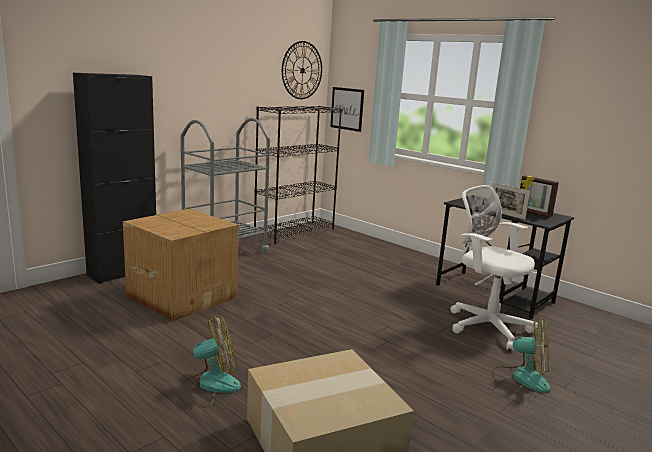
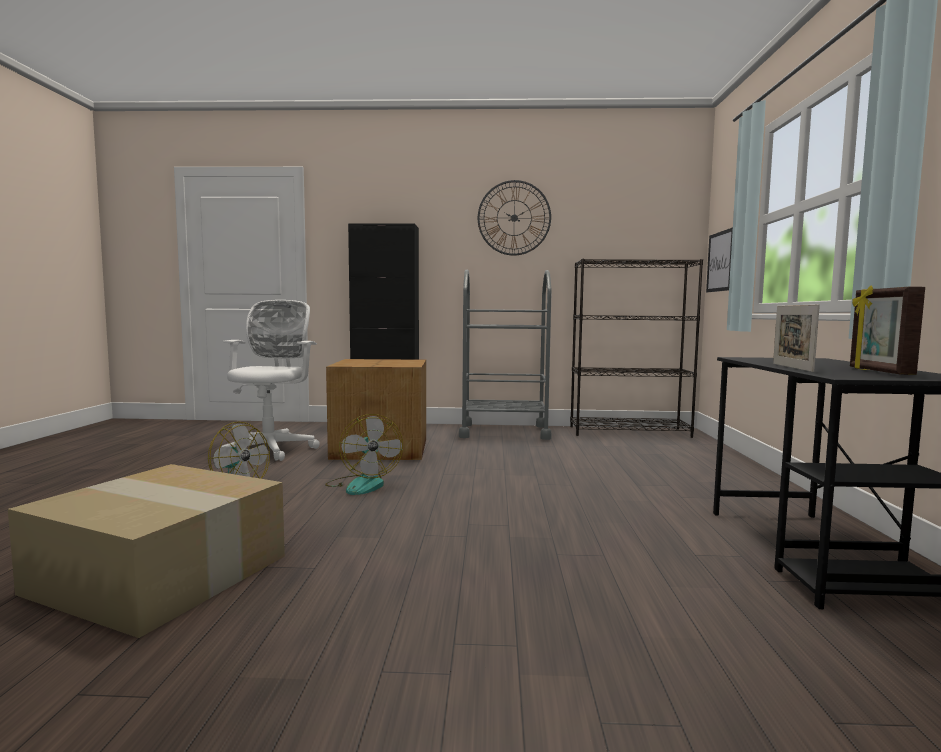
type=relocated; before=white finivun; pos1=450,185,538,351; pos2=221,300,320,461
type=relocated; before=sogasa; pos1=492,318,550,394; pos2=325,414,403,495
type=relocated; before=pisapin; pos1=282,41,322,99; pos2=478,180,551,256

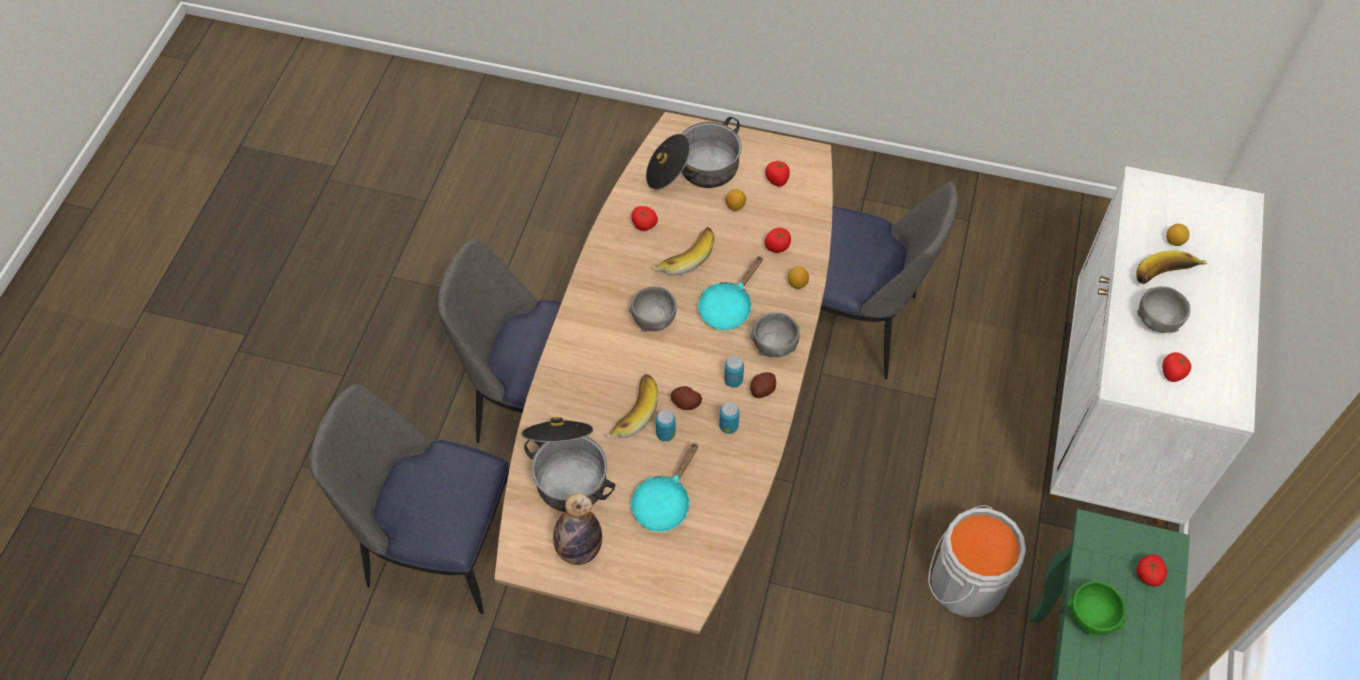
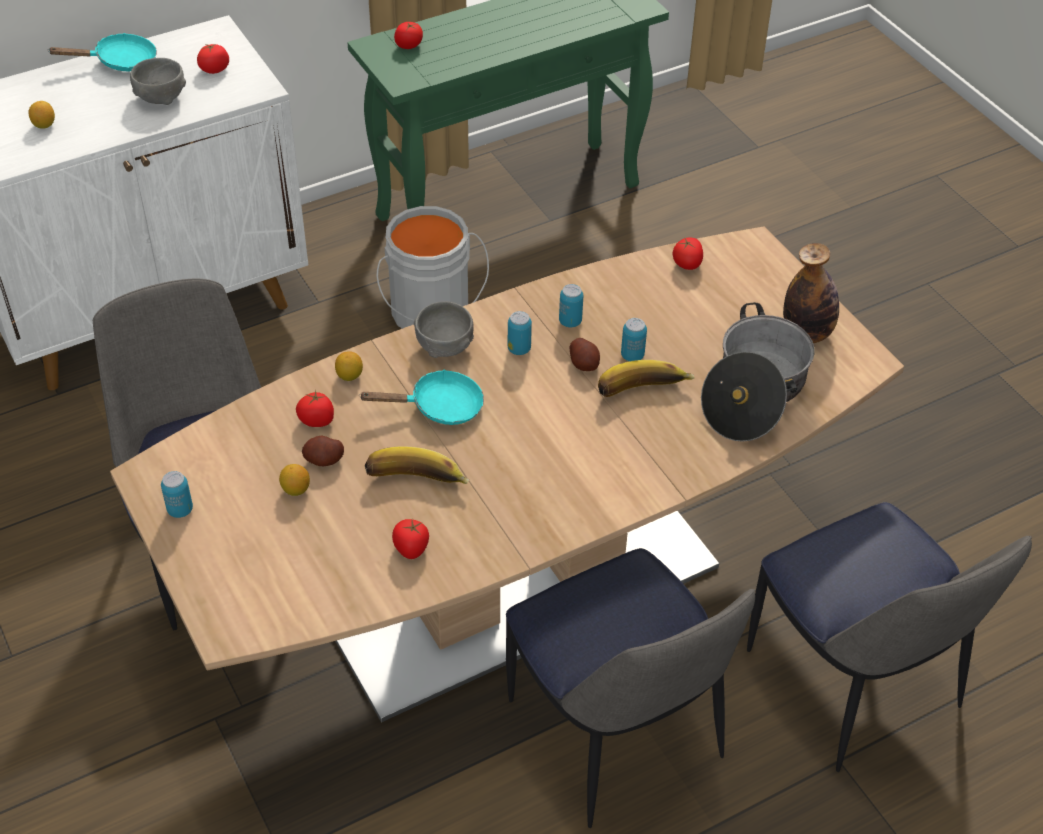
type=relocated; before=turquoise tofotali; pos1=631,443,698,532; pos2=48,33,157,71
type=appeared; after=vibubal; pos2=161,471,193,518
type=relocated; before=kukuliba; pos1=750,372,776,398; pos2=302,436,344,466
type=relocated; before=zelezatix; pos1=765,161,790,187; pos2=673,237,703,270
type=missing; before=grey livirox; pos1=629,286,677,332
type=missing; before=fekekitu; pos1=646,117,742,190
type=missing; before=green livirox; pos1=1068,581,1126,636
type=missing; before=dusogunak; pos1=1136,250,1208,284

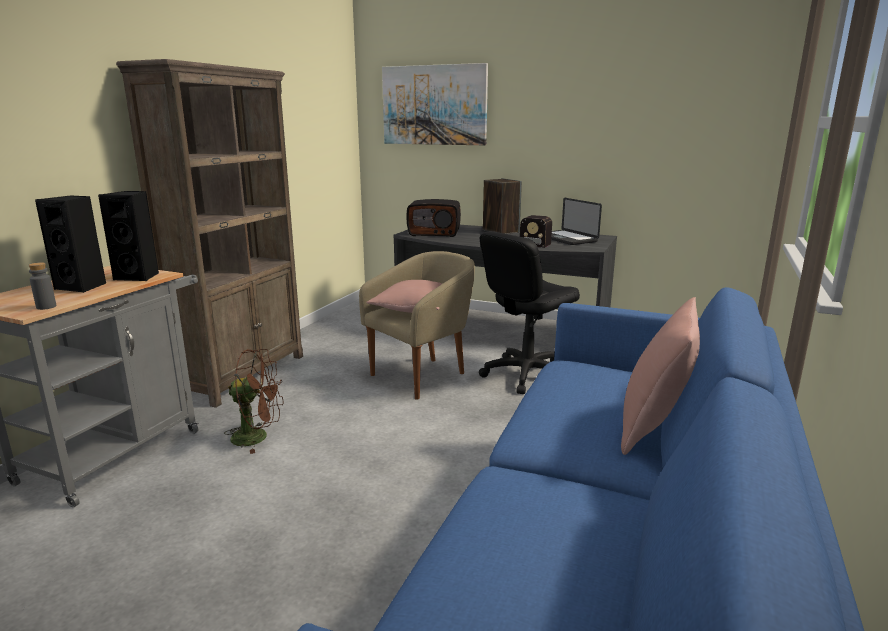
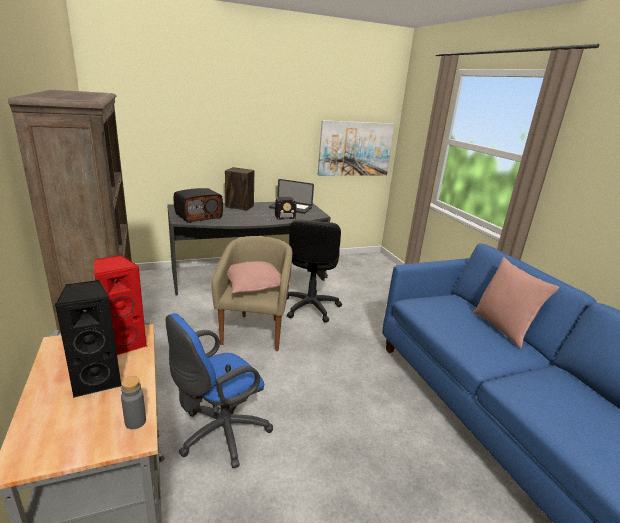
type=colour; before=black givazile; after=red givazile; pos1=98,191,159,281; pos2=94,255,147,355
type=exchanged; before=brown sogasa; after=blue finivun; pos1=224,349,284,454; pos2=166,313,273,468
type=relocated; before=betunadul; pos1=382,63,488,145; pos2=318,120,394,176

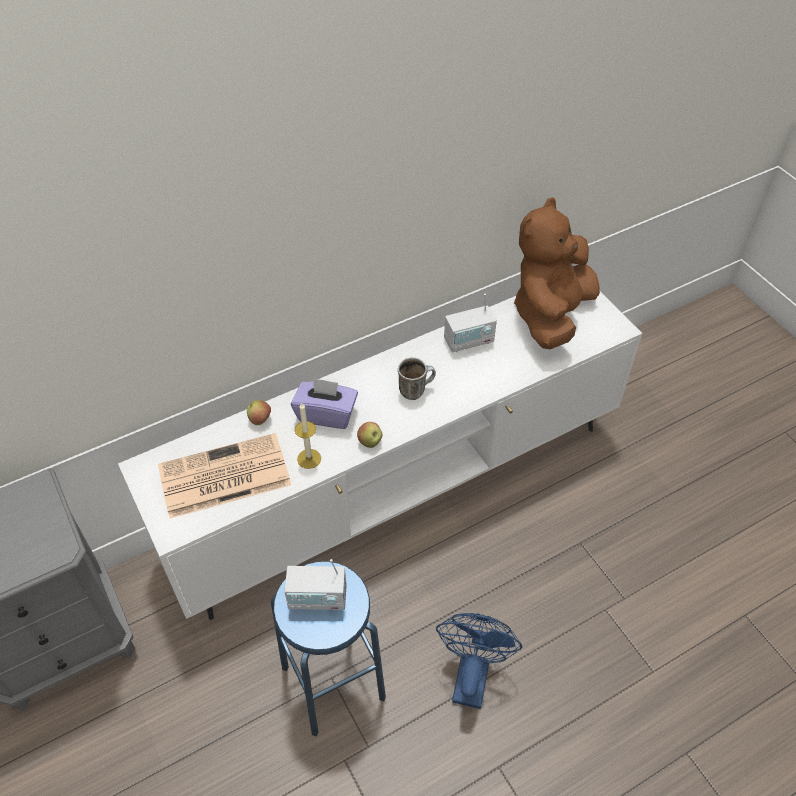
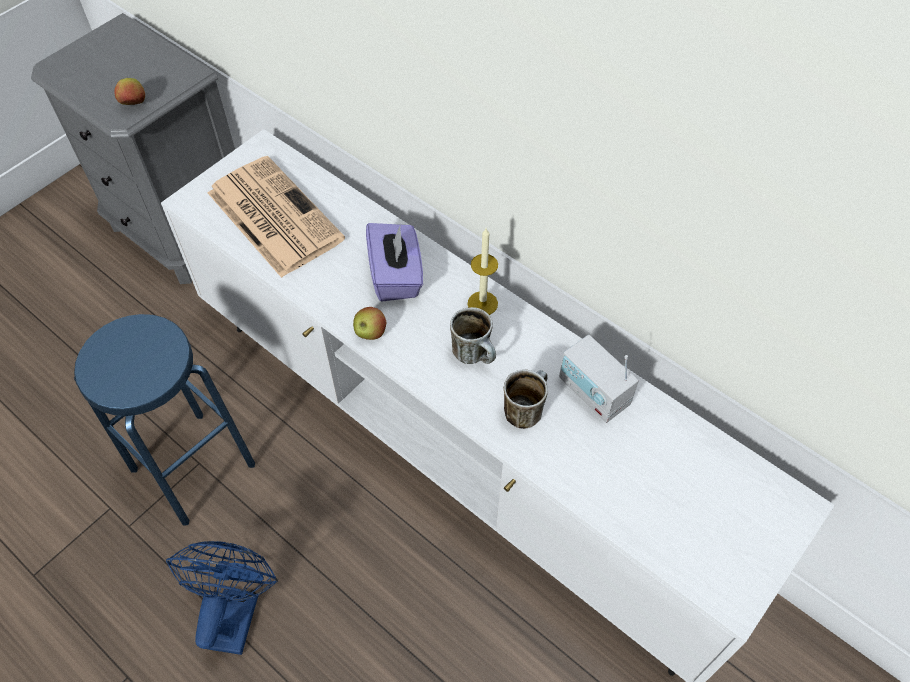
type=relocated; before=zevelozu; pos1=247,400,271,425; pos2=114,78,145,105
type=spun; before=blue sogasa; pos1=436,613,522,709; pos2=166,541,278,655; turn=-75
type=relocated; before=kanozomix; pos1=295,402,321,469; pos2=468,228,498,315
type=appeared; after=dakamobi; pos2=504,369,548,429
type=missing; before=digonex; pos1=284,559,347,610
type=missing; before=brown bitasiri; pos1=514,197,600,349

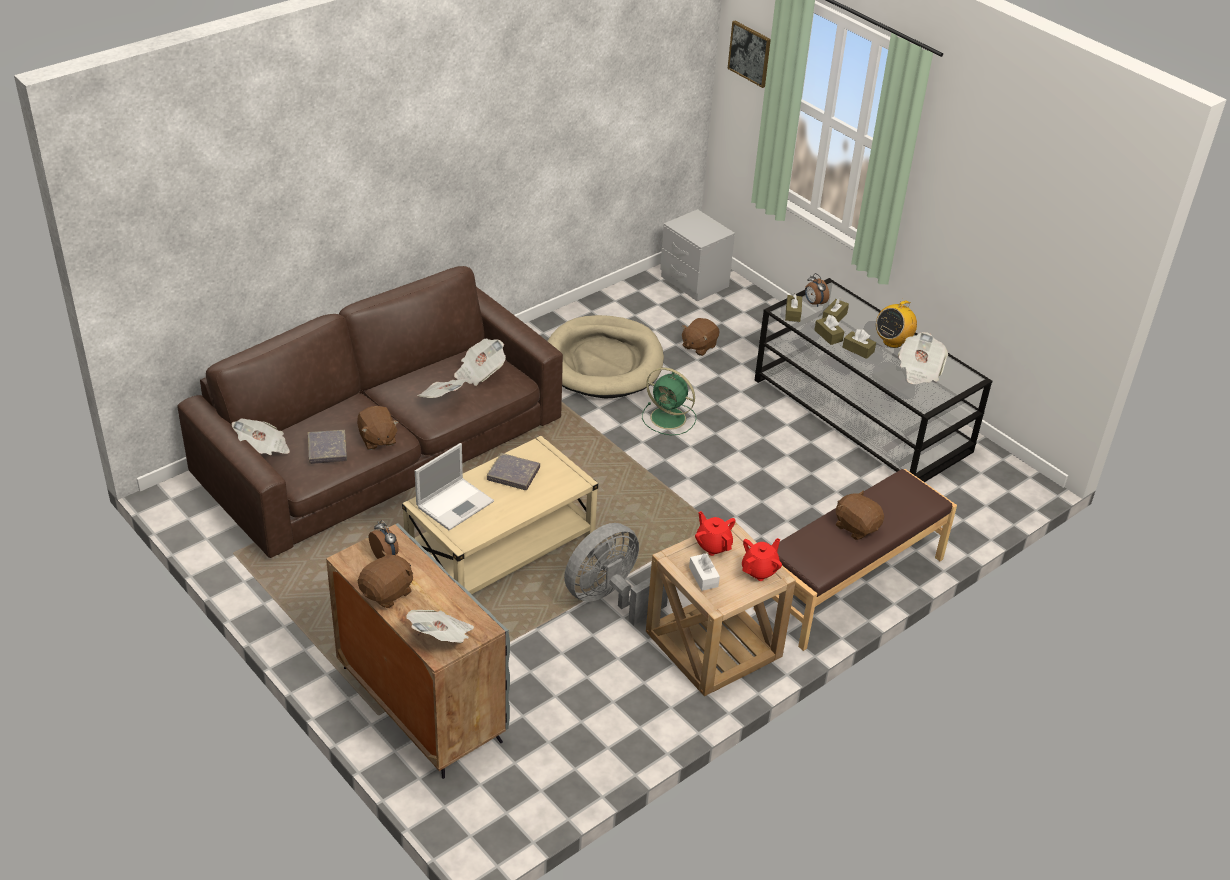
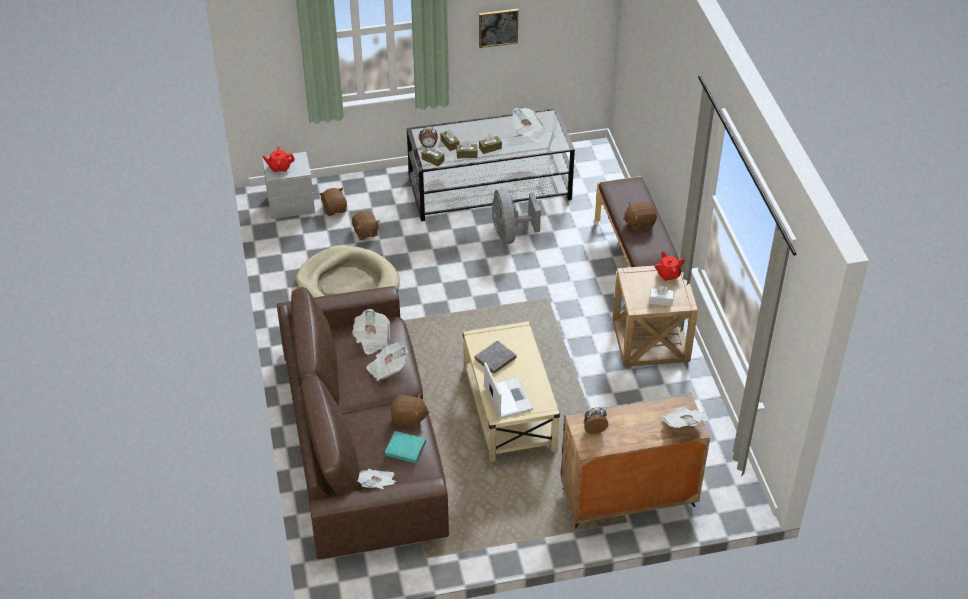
type=relocated; before=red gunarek; pos1=695,511,736,556; pos2=263,146,295,172
type=relocated; before=brown bitasiri; pos1=358,551,413,608; pos2=319,188,347,216
type=colour; before=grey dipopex; after=turquoise dipopex; pos1=308,430,347,464; pos2=385,431,426,463
type=relocated; before=betunadul; pos1=728,21,771,88; pos2=479,9,518,48
type=relocated; before=grey sogasa; pos1=564,523,668,625; pos2=492,188,541,244
type=missing; before=green sogasa; pos1=642,368,696,435
type=missing; before=digonex; pos1=876,298,917,348

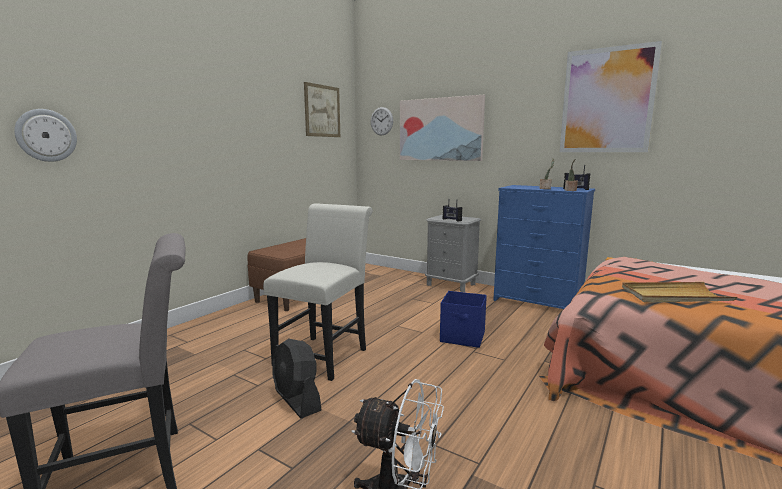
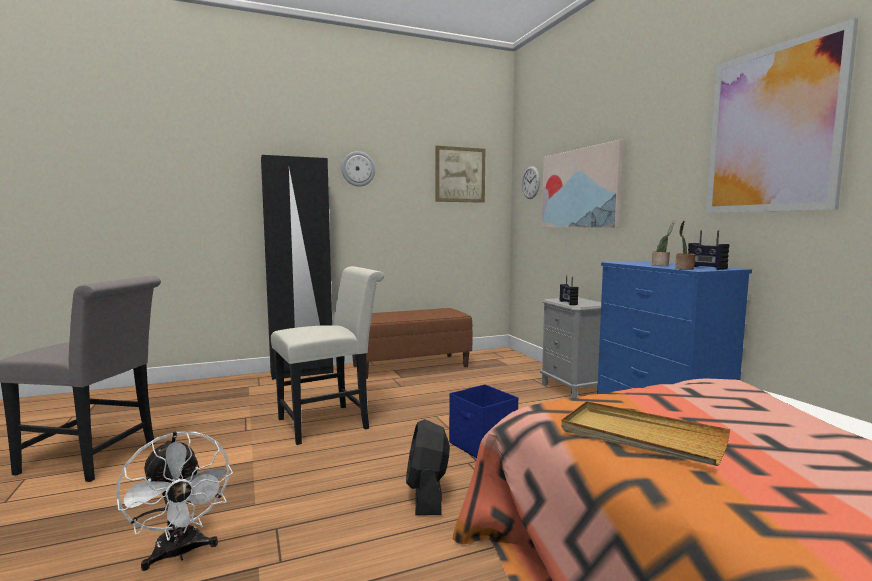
type=appeared; after=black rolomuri; pos2=261,155,334,380
type=relocated; before=pisapin; pos1=14,109,77,162; pos2=341,151,375,187
type=relocated; before=black sogasa; pos1=272,338,322,418; pos2=406,419,450,515

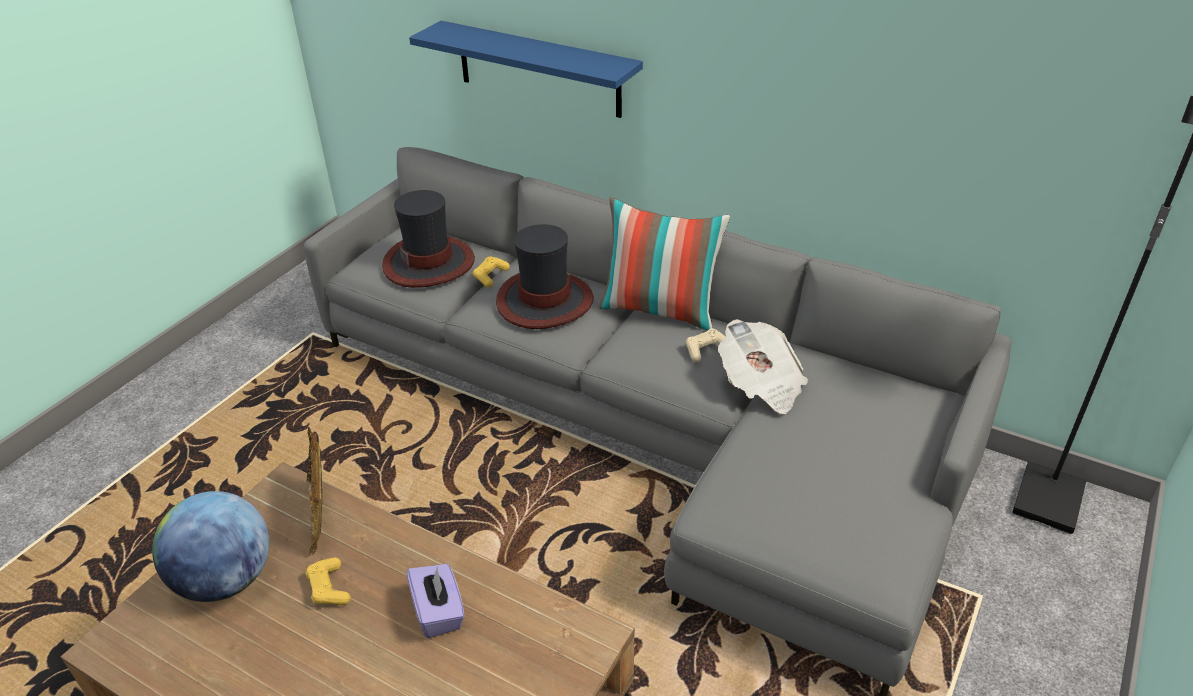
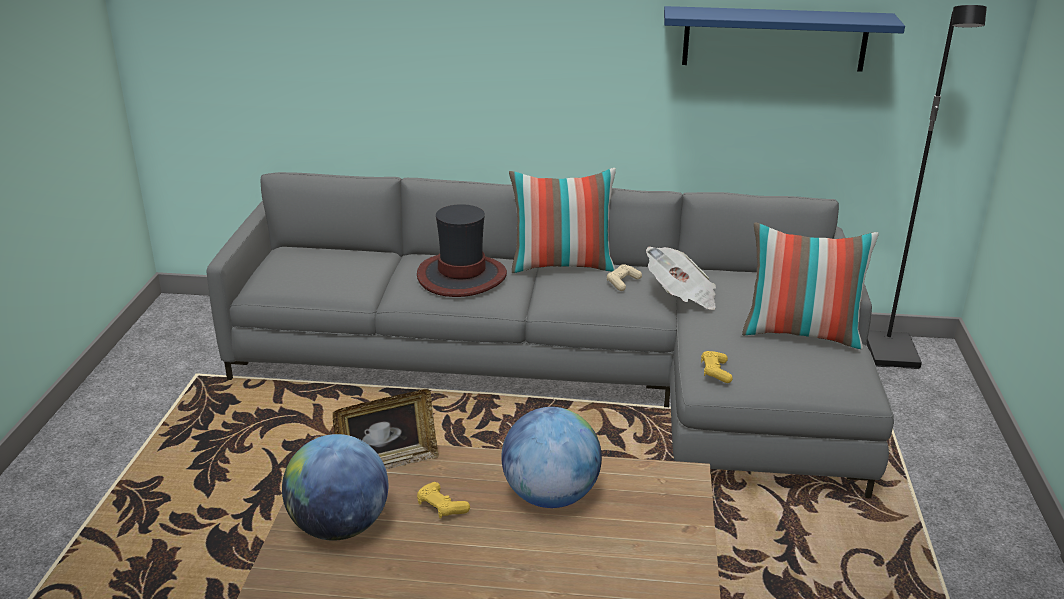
type=spun; before=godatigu; pos1=307,427,322,556; pos2=333,389,439,469; turn=-75
type=exchanged; before=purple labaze; after=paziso; pos1=407,564,465,638; pos2=501,407,602,508
type=relocated; before=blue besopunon; pos1=409,21,643,118; pos2=664,6,905,72
type=relocated; before=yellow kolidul; pos1=473,257,510,287; pos2=701,351,733,383
type=appeared; after=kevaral; pos2=742,222,879,349
type=missing; before=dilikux; pos1=382,190,475,288

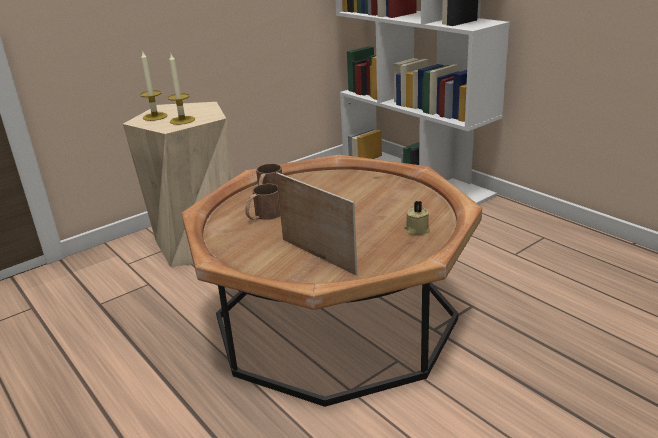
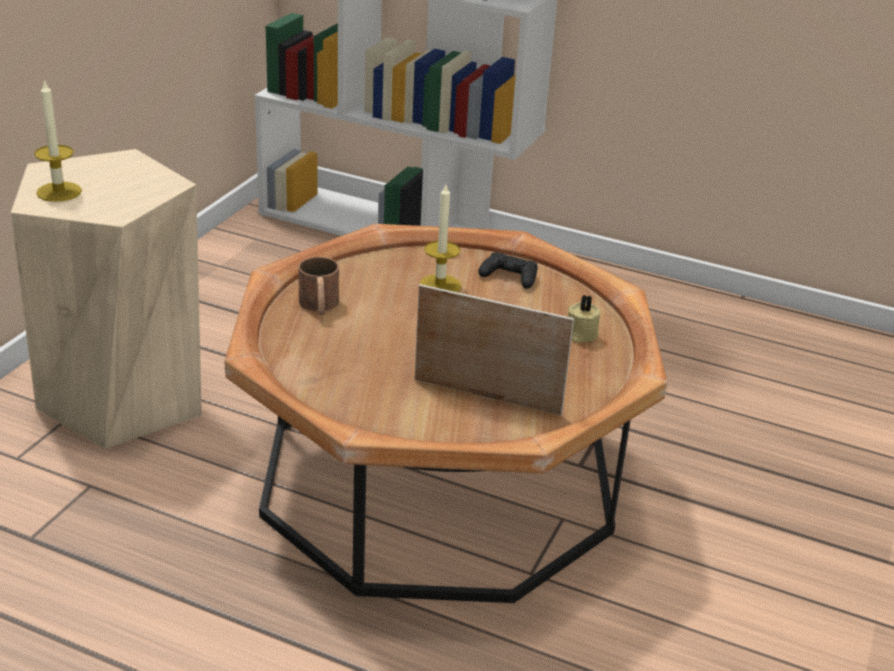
type=relocated; before=kanozomix; pos1=167,54,195,125; pos2=420,184,461,292
type=appeared; after=black kolidul; pos2=478,252,538,289
type=missing; before=brown dakamobi; pos1=245,184,280,220

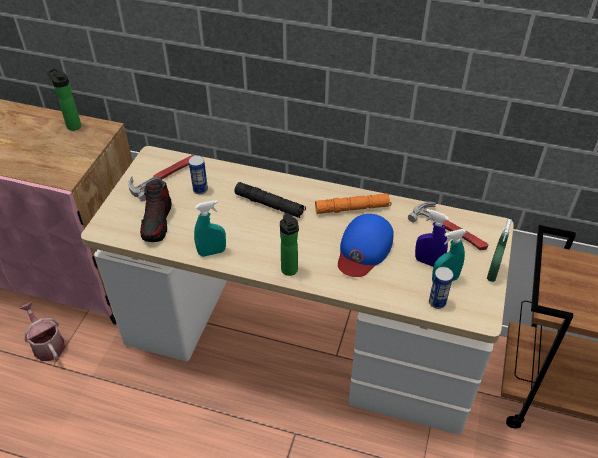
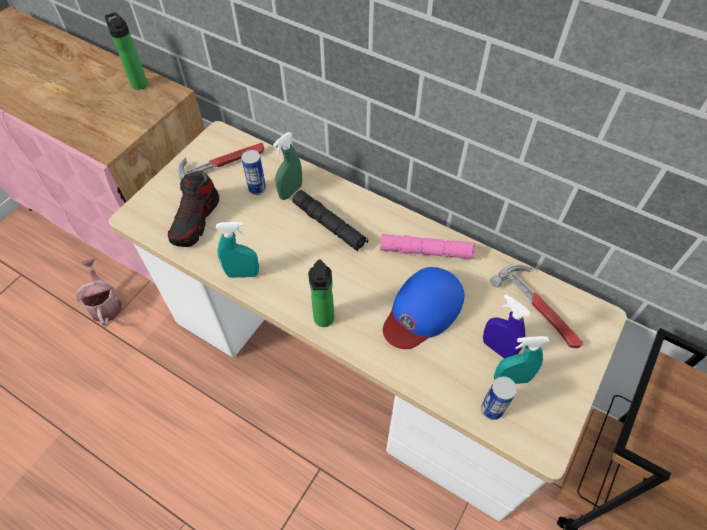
type=relocated; before=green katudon; pos1=487,219,512,282; pos2=273,132,302,200
type=colour; before=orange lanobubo; after=pink lanobubo; pos1=315,193,392,214; pos2=380,234,475,259

